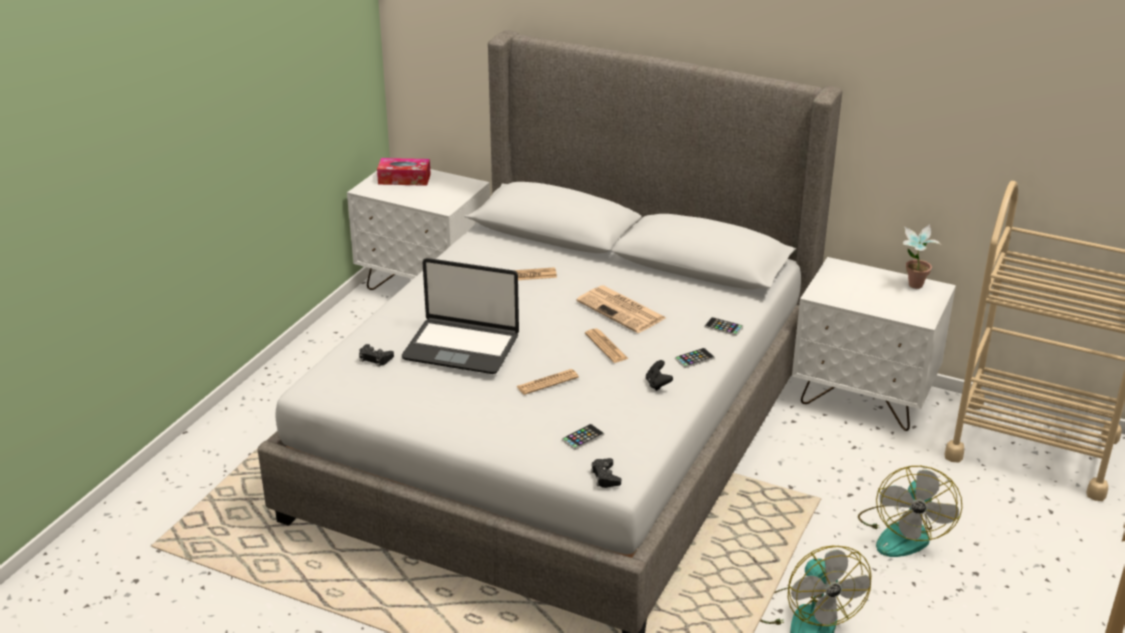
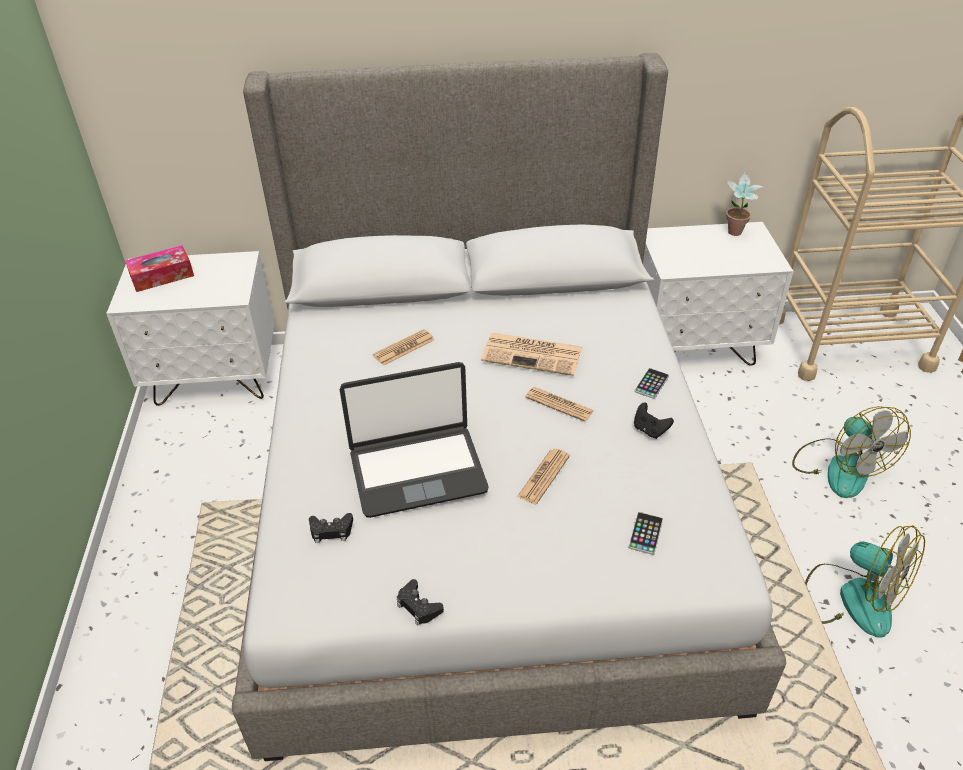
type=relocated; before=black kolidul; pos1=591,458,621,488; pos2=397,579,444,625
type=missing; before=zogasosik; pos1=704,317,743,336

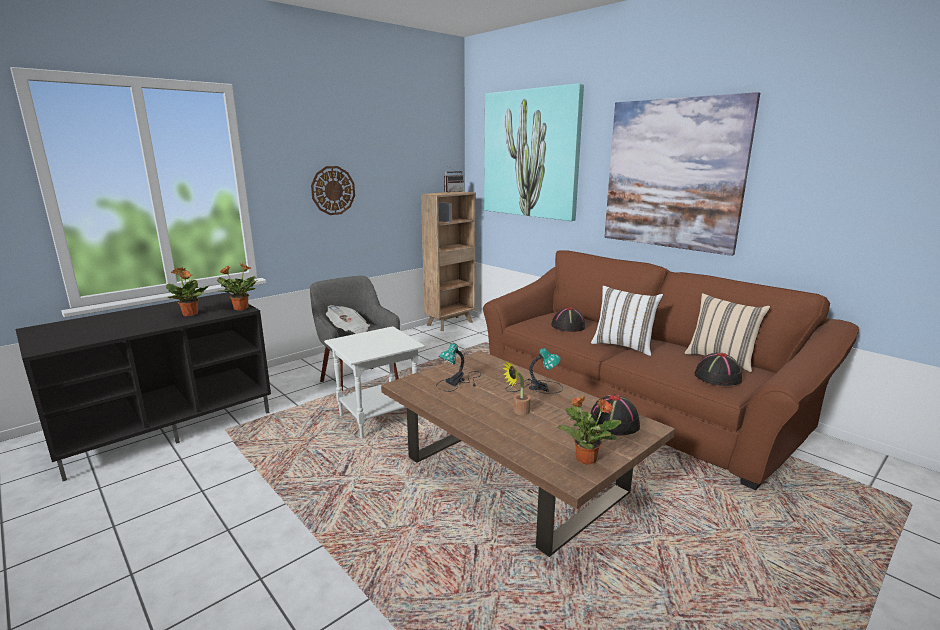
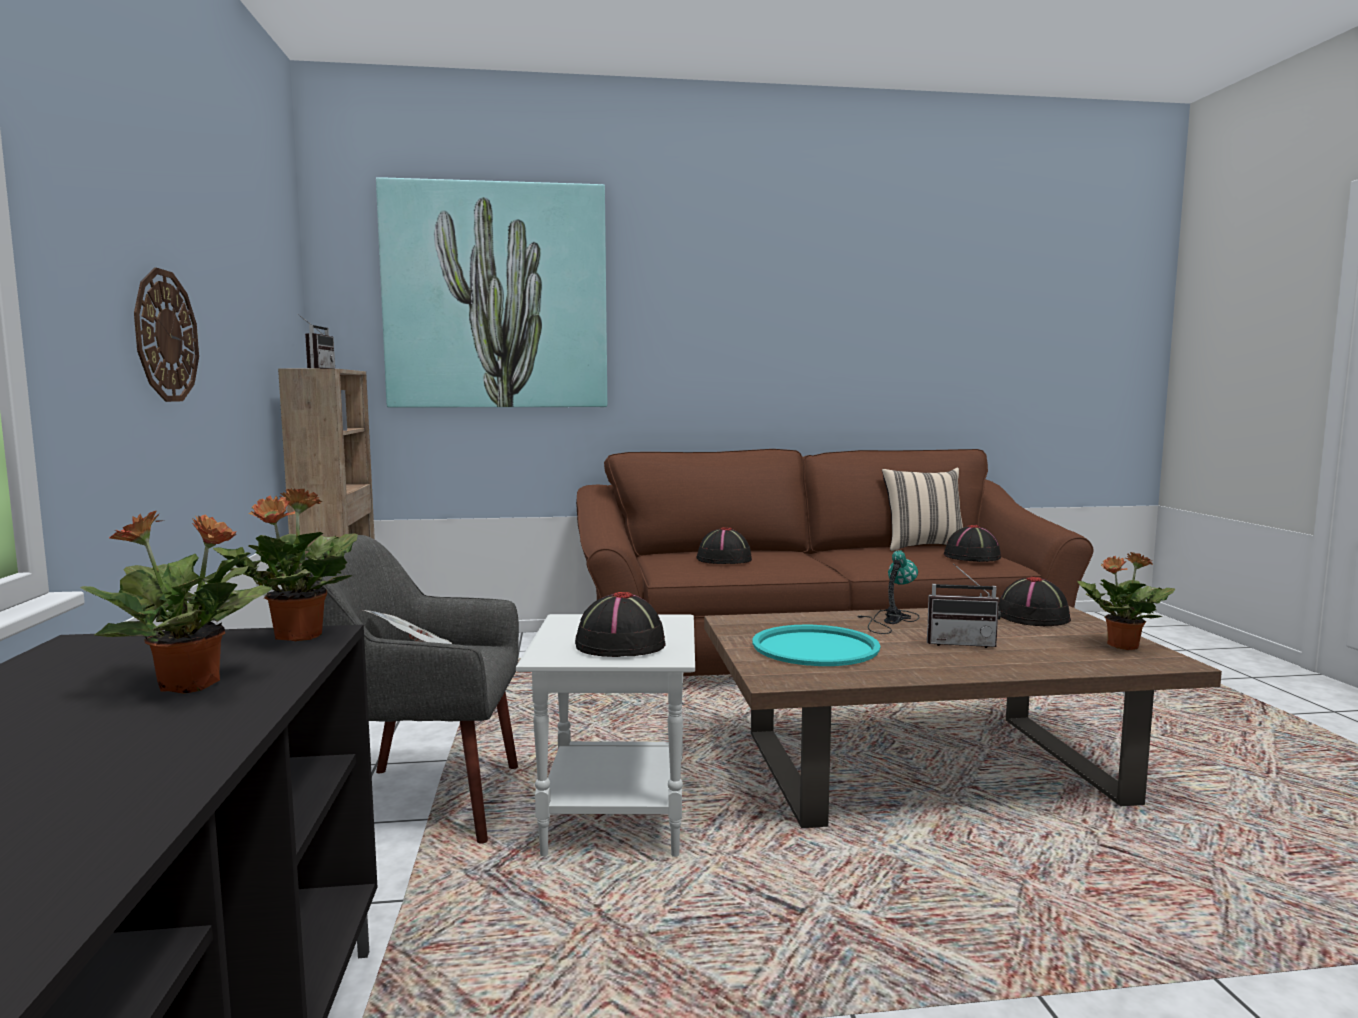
type=appeared; after=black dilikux; pos2=575,592,666,657
type=exchanged; before=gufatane; after=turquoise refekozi; pos1=436,343,481,392; pos2=753,625,881,666
type=exchanged; before=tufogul; after=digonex; pos1=503,362,531,415; pos2=927,564,1001,648
type=missing; before=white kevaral; pos1=591,286,663,356
type=missing; before=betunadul; pos1=604,92,760,256

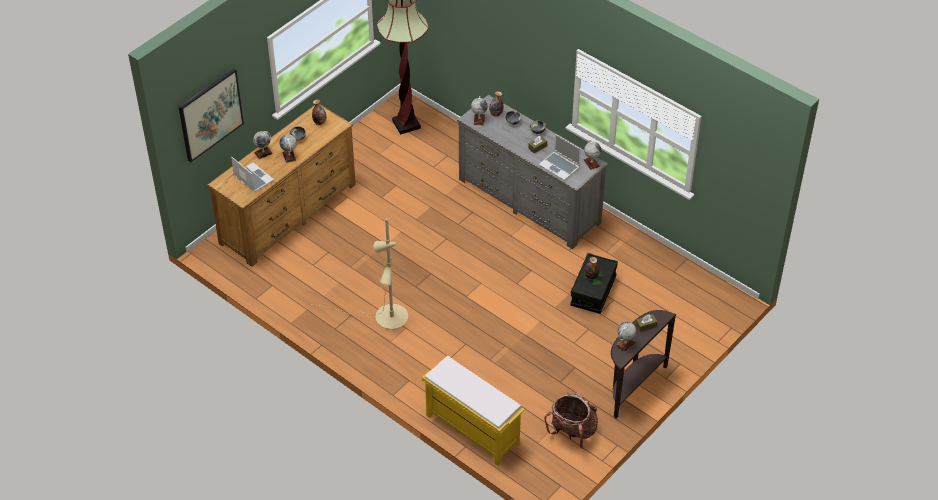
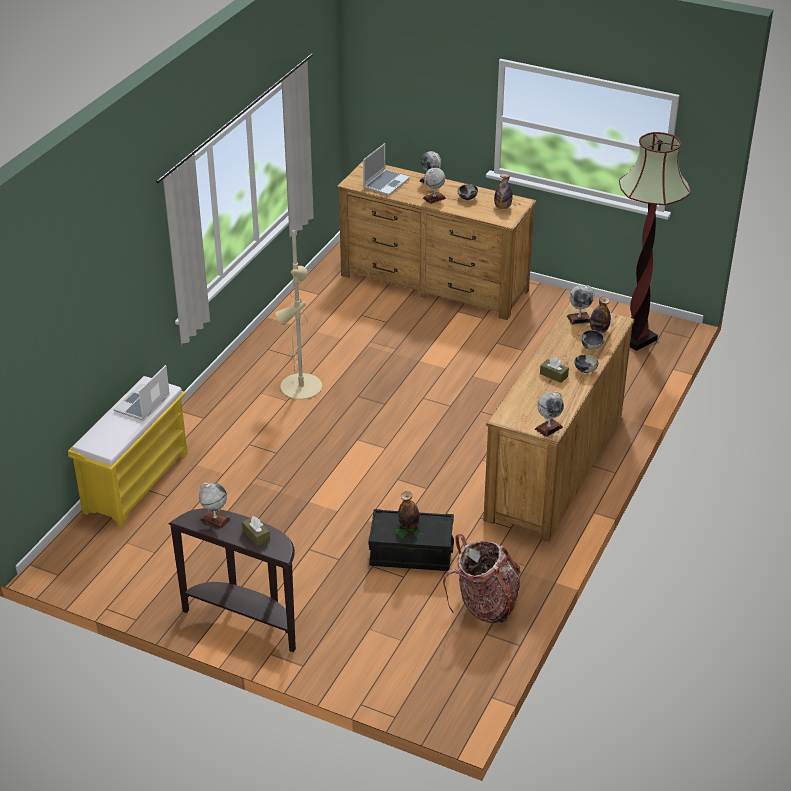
type=relocated; before=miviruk; pos1=539,134,581,180; pos2=113,365,170,421
type=relocated; before=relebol; pos1=544,393,598,449; pos2=443,534,520,624
type=colour; before=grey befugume; after=brown befugume; pos1=457,95,608,249; pos2=483,302,635,542
type=missing; before=betunadul; pos1=179,68,244,162

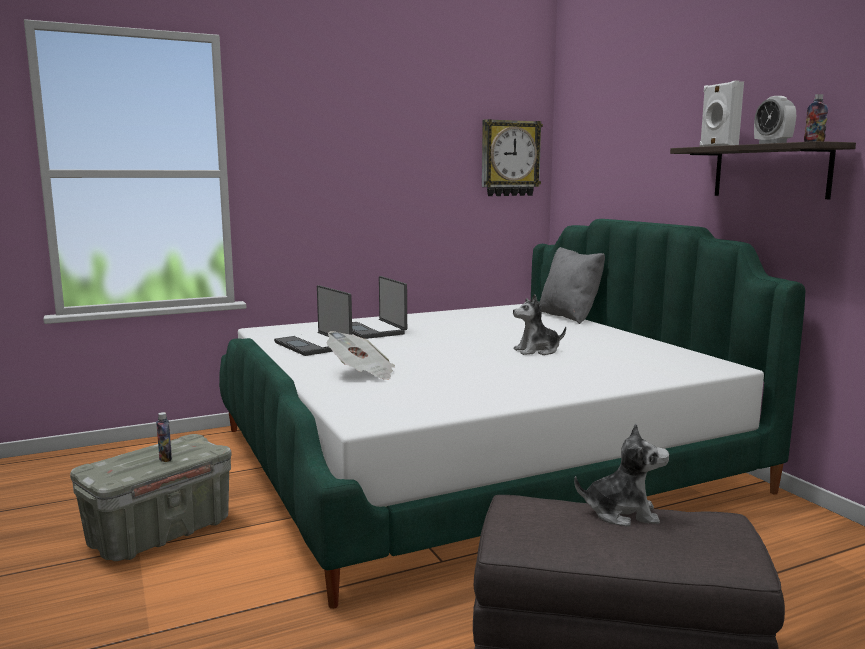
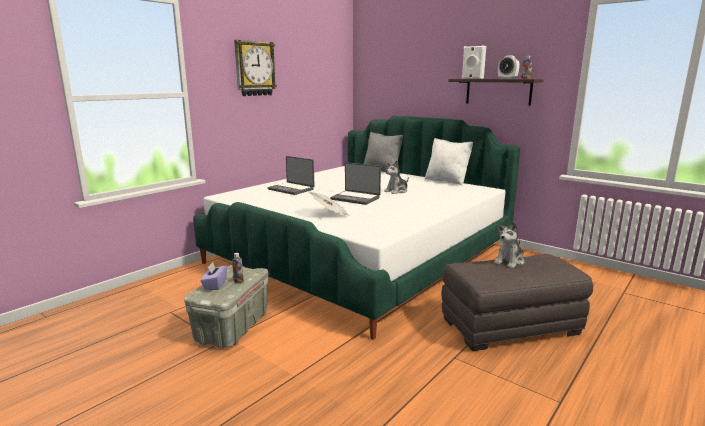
type=appeared; after=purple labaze; pos2=200,262,227,290
type=relocated; before=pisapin; pos1=482,119,543,196; pos2=234,40,277,96
type=relocated; before=miviruk; pos1=274,285,352,356; pos2=330,162,381,205
type=appeared; after=white kevaral; pos2=425,138,473,186
type=spun; before=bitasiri; pos1=574,424,670,527; pos2=494,222,524,268; turn=150

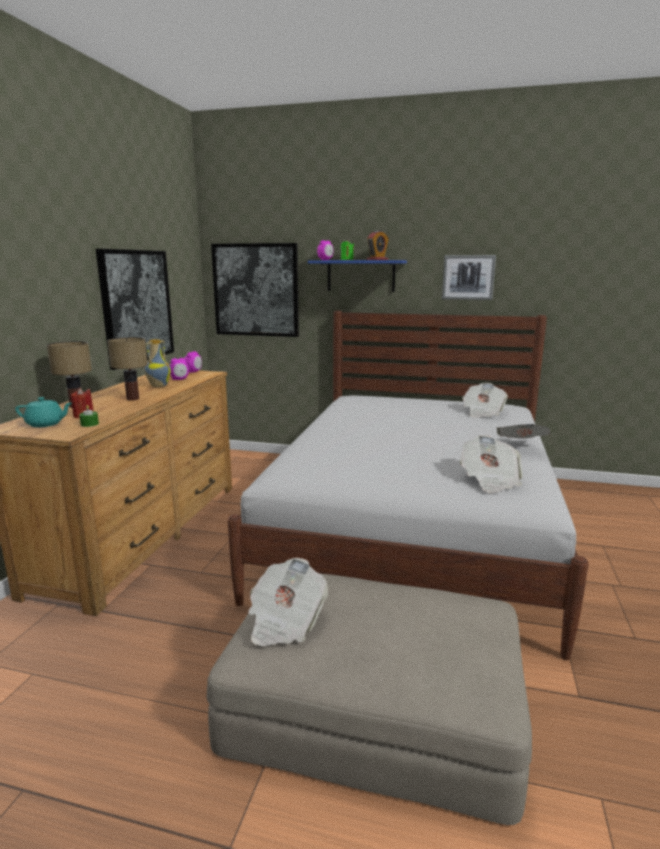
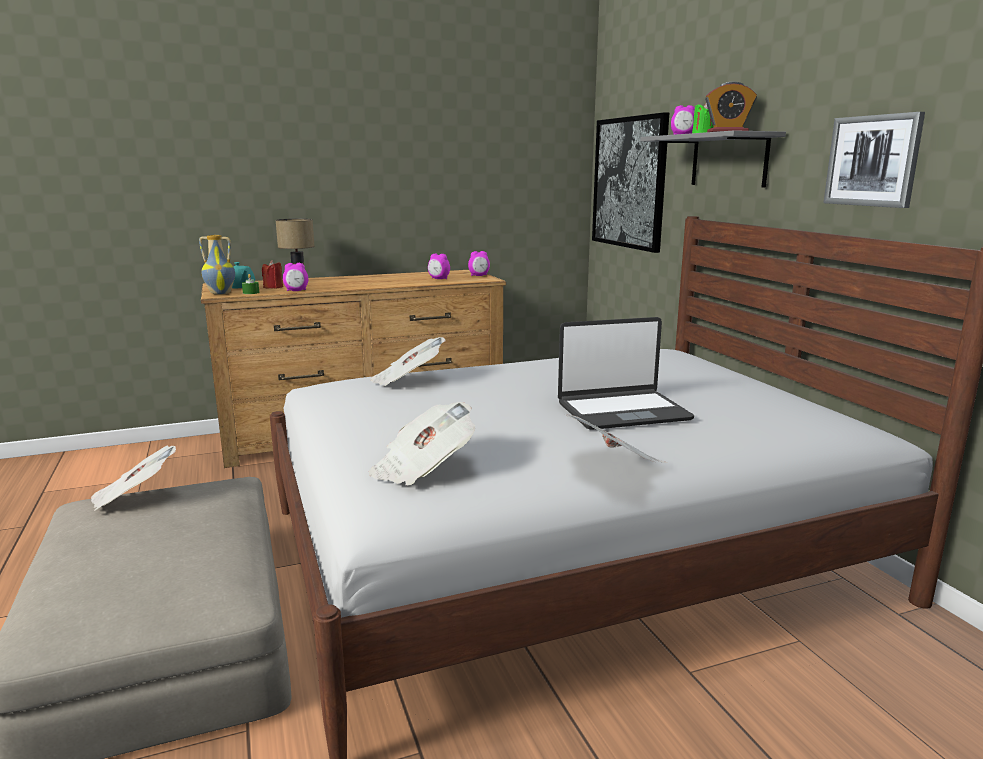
type=relocated; before=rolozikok; pos1=144,339,171,387; pos2=199,235,235,295
type=appeared; after=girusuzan; pos2=283,263,308,291
type=relocated; before=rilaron; pos1=462,383,508,418; pos2=370,337,445,386
type=appeared; after=miviruk; pos2=558,317,694,430
type=colour; before=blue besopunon; after=grey besopunon; pos1=308,260,407,292; pos2=640,130,786,188
type=missing; before=betunadul; pos1=96,249,174,370
type=missing; before=gufatane; pos1=107,337,148,401

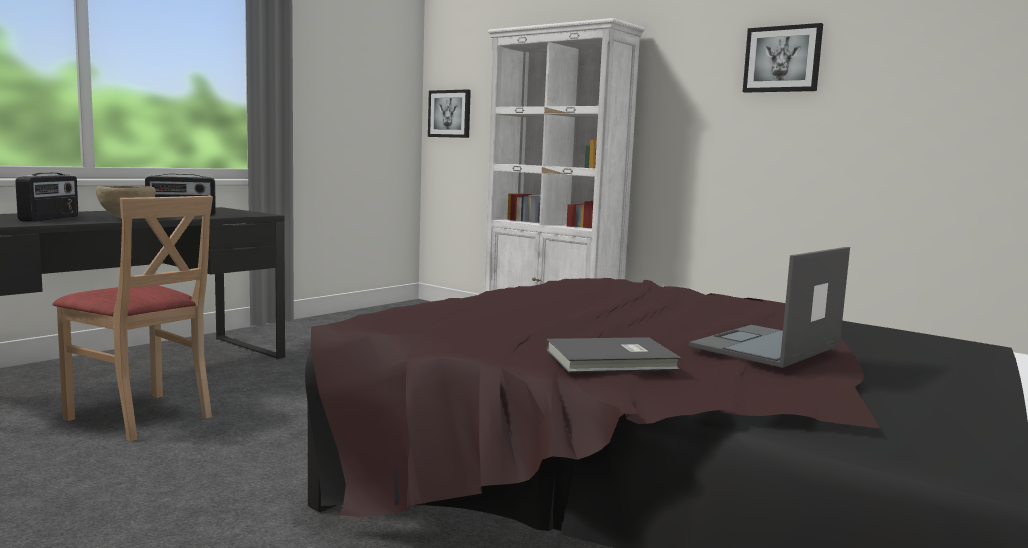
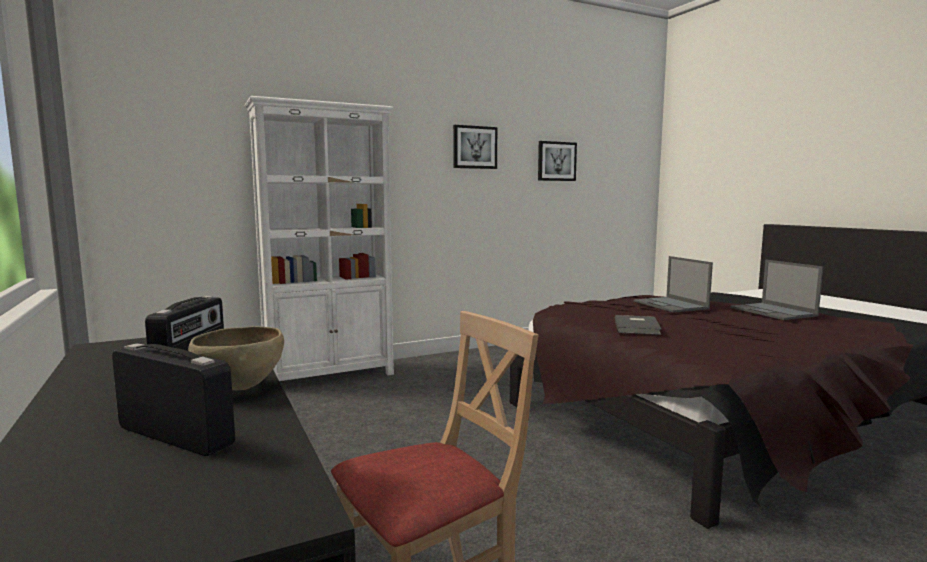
type=relocated; before=betunadul; pos1=428,89,471,138; pos2=538,141,577,181
type=relocated; before=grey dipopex; pos1=546,337,681,373; pos2=615,315,661,335
type=appeared; after=miviruk; pos2=634,256,713,313

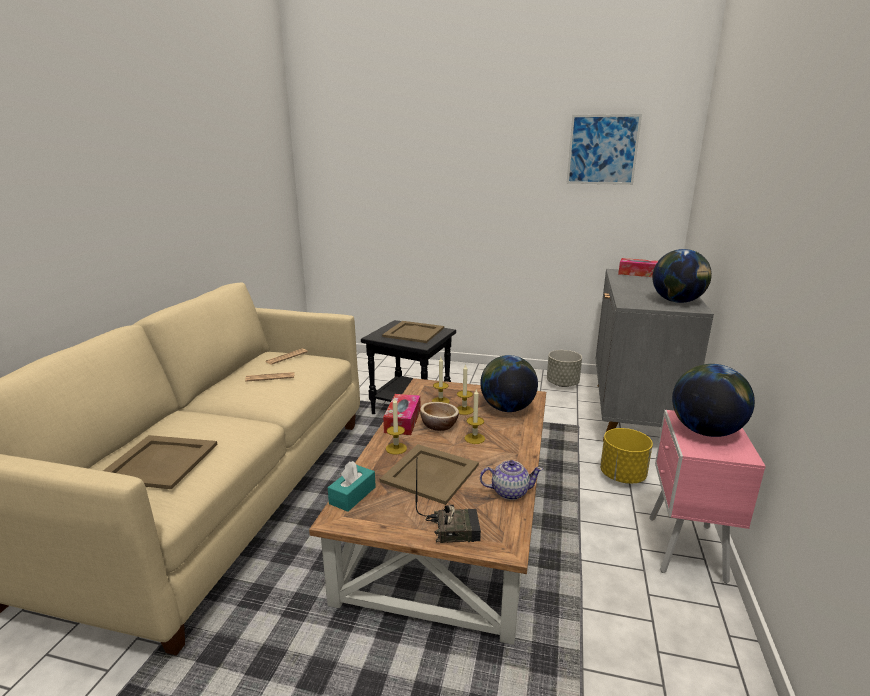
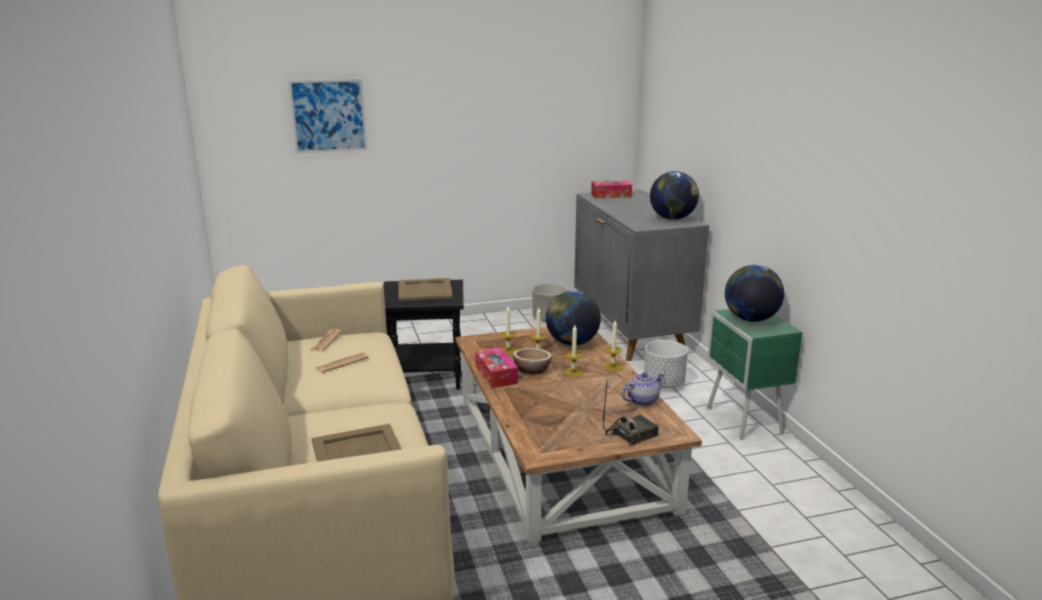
type=relocated; before=betunadul; pos1=566,114,642,185; pos2=289,79,367,154
type=relocated; before=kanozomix; pos1=386,398,407,454; pos2=604,320,623,371
type=colour; before=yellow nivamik; after=white nivamik; pos1=600,428,653,484; pos2=644,340,688,388
type=colour; before=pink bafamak; after=green bafamak; pos1=649,410,766,584; pos2=707,309,803,440
type=missing; before=turquoise labaze; pos1=328,461,376,512
type=missing; before=beige refekozi; pos1=380,444,479,505

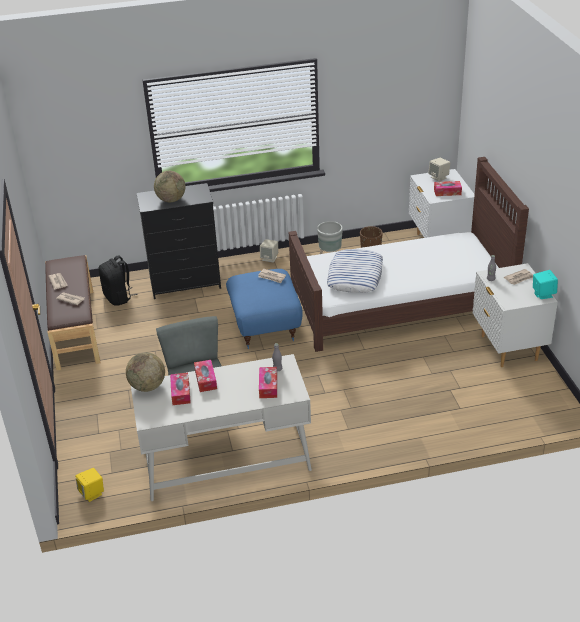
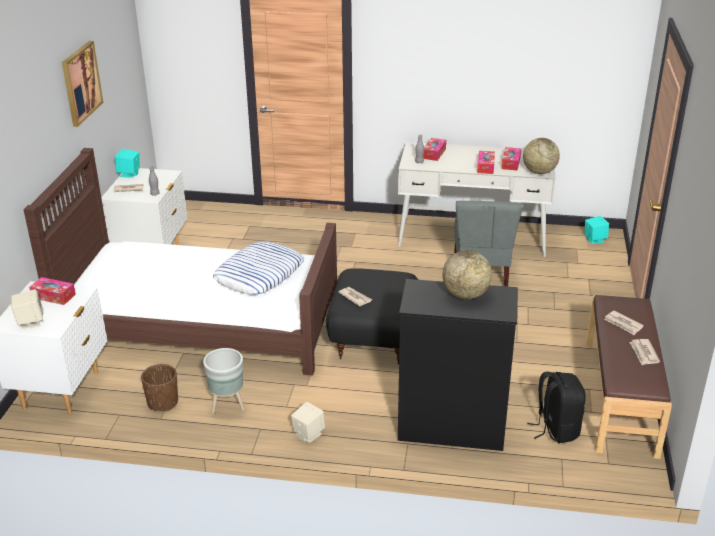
type=appeared; after=betunadul; pos2=62,41,103,127
type=colour; before=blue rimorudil; after=black rimorudil; pos1=226,269,303,349; pos2=326,268,418,365
type=colour; before=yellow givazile; after=turquoise givazile; pos1=75,468,104,502; pos2=584,216,609,244

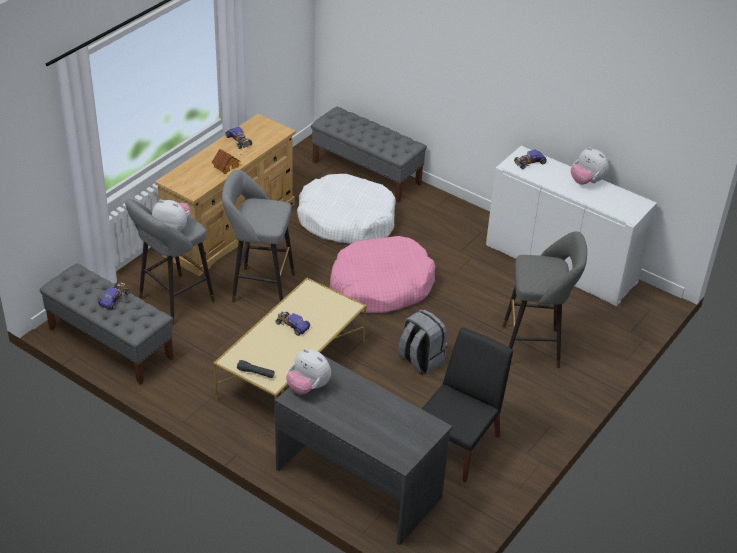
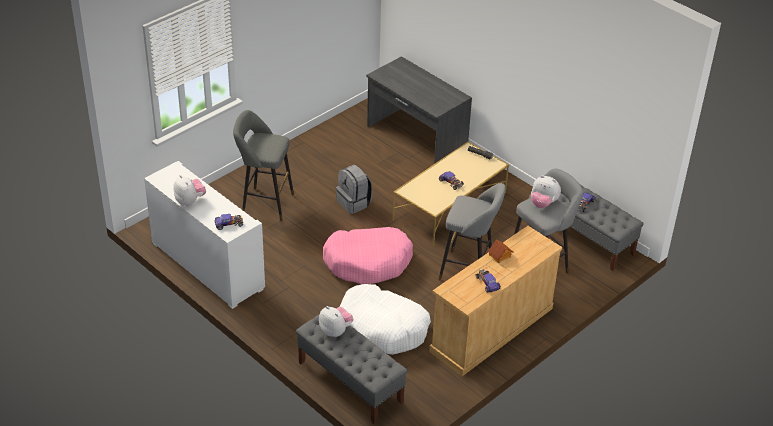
type=relocated; before=bitasiri; pos1=286,349,331,394; pos2=319,306,353,337
type=missing; before=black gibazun; pos1=422,328,513,482

